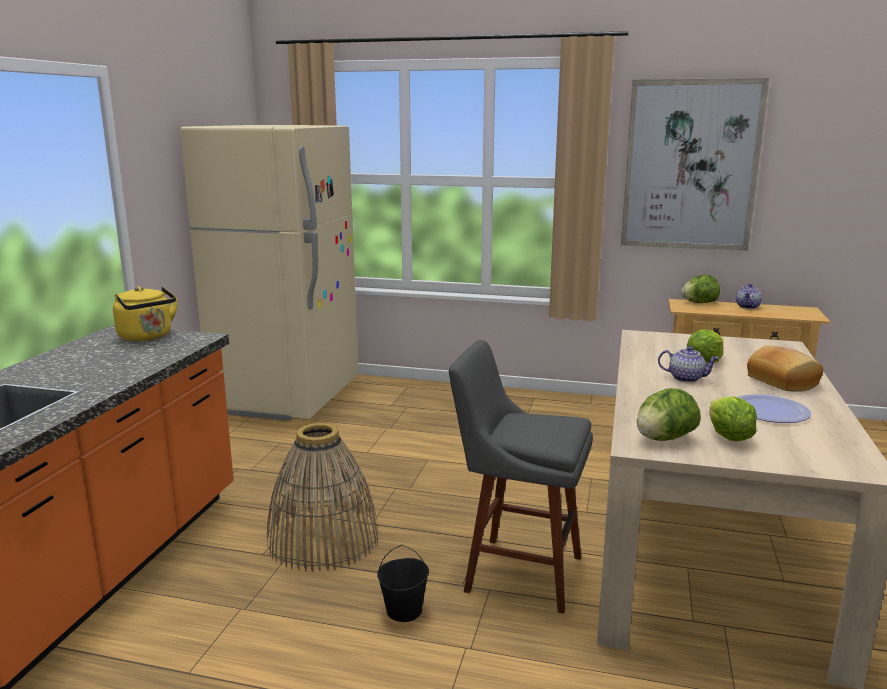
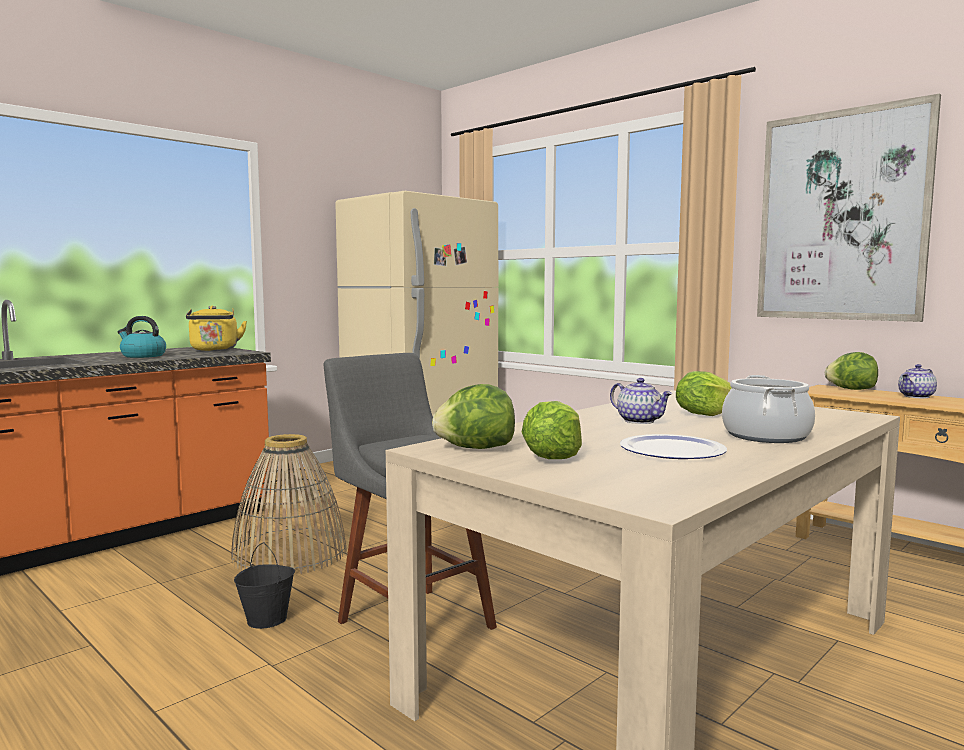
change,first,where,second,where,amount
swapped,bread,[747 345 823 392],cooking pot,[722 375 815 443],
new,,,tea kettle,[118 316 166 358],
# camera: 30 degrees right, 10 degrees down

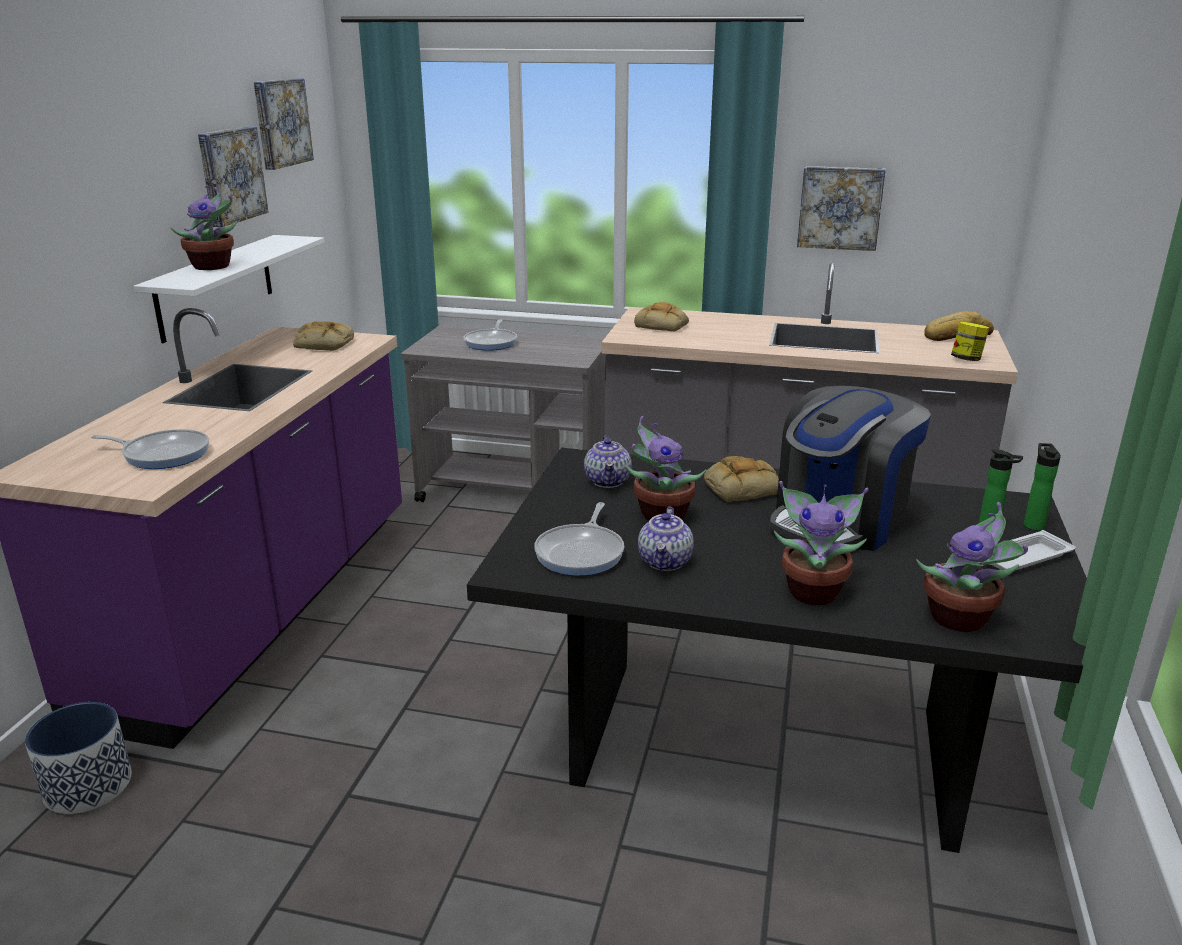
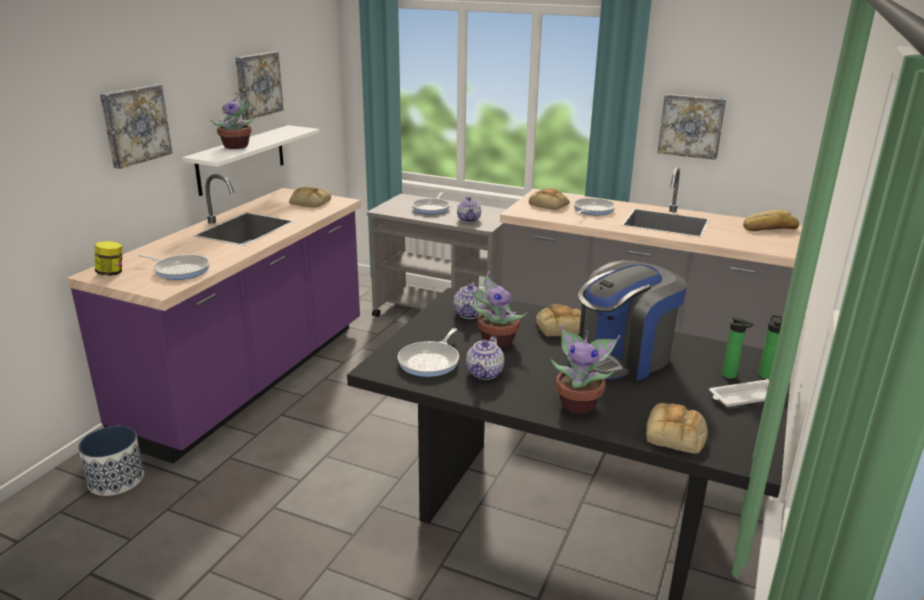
change,first,where,second,where,amount
shifted,wall art,[254 78 314 170],,[100 84 172 169],
shifted,preserve jar,[951 322 989 361],,[95 241 122 276],
swapped,potted plant,[916 502 1028 632],bread,[646 403 708 454],
new,,,pot for tea,[457 197 481 222],
new,,,pan,[573 198 616 215],
# camera: 10 degrees right, 0 degrees up

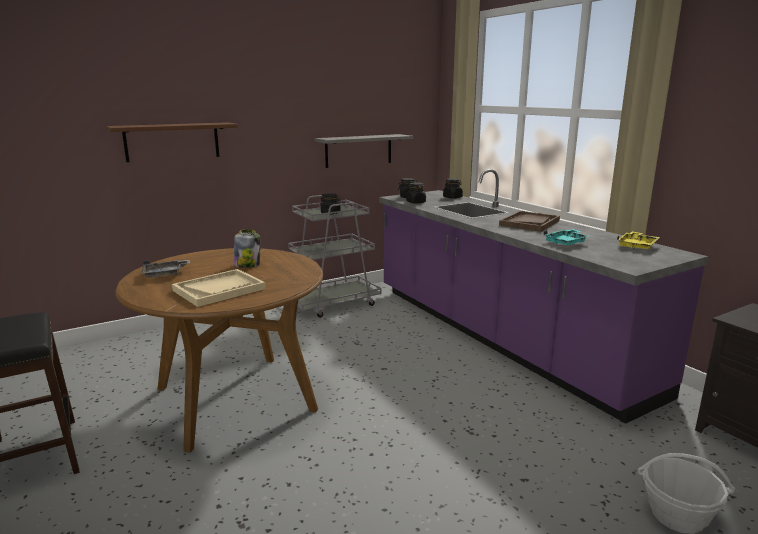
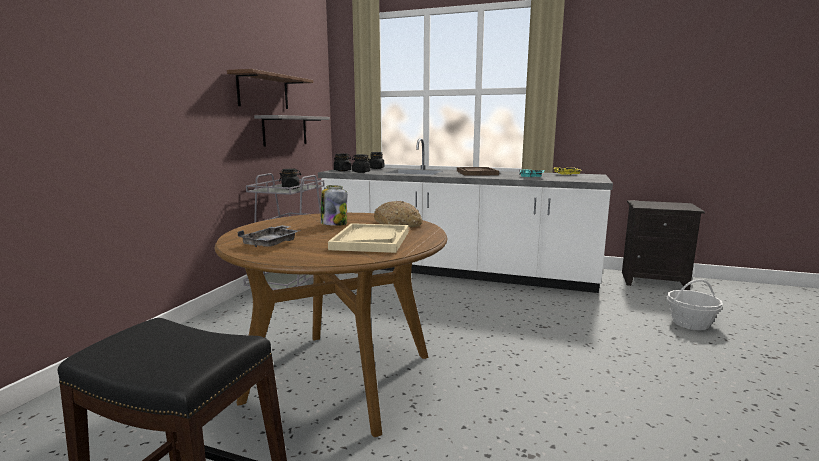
change,first,where,second,where,amount
shifted,wall shelf in brown,[106 122 238 162],,[227 69 313 109],
repainted,kitchen counter in purple,[379 169 708 424],kitchen counter in whitish,[318 138 613 293],
new,,,bread,[374 201 423 227],
# camera: 40 degrees left, 5 degrees down

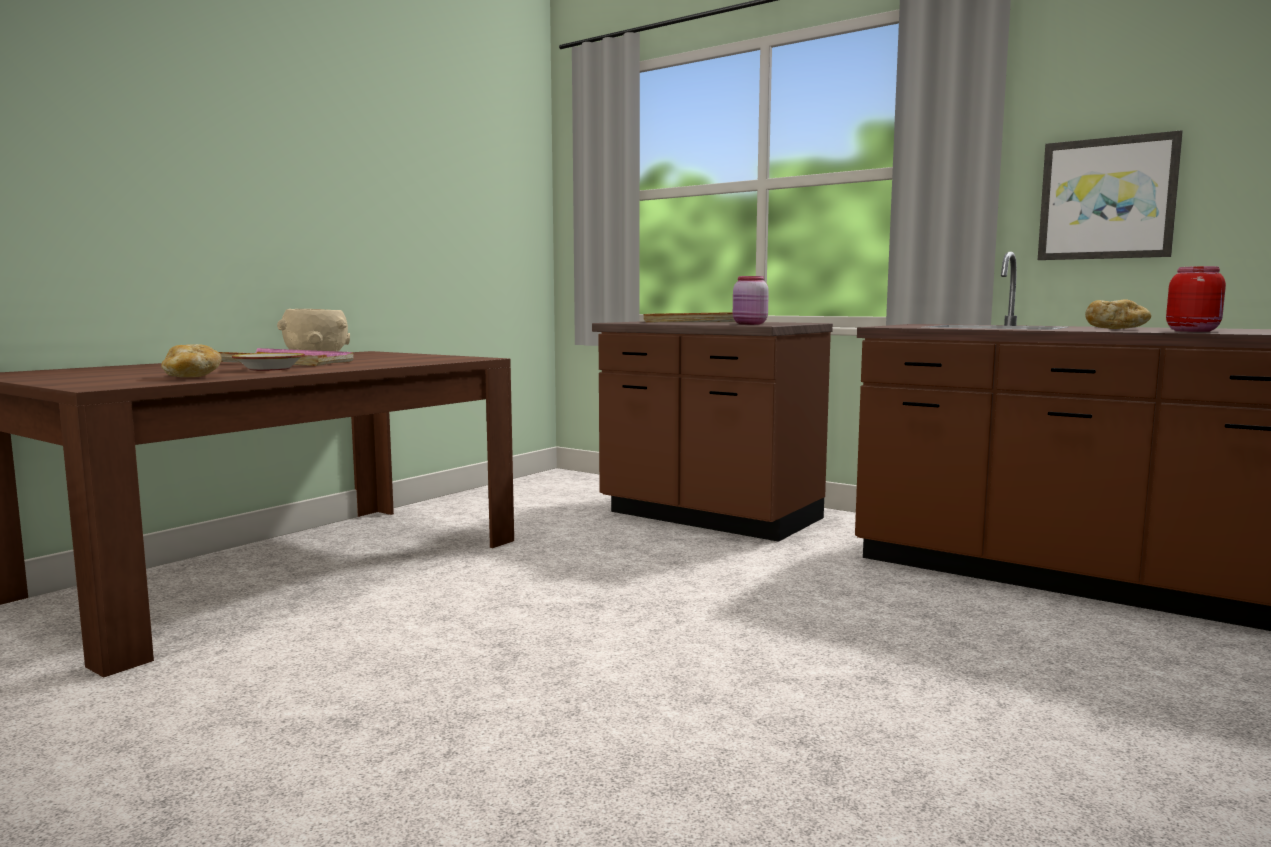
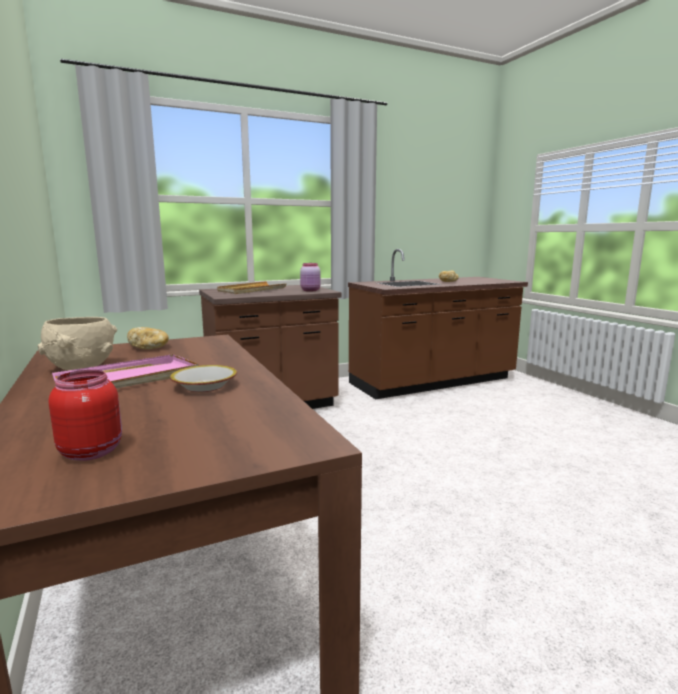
change,first,where,second,where,amount
gone,wall art,[1038 130 1183 260],,,
shifted,preserve jar in reddish,[1166 266 1226 332],,[48 370 122 461],
shifted,bread,[161 344 222 377],,[127 327 169 349],
# camera: 60 degrees left, 5 degrees up

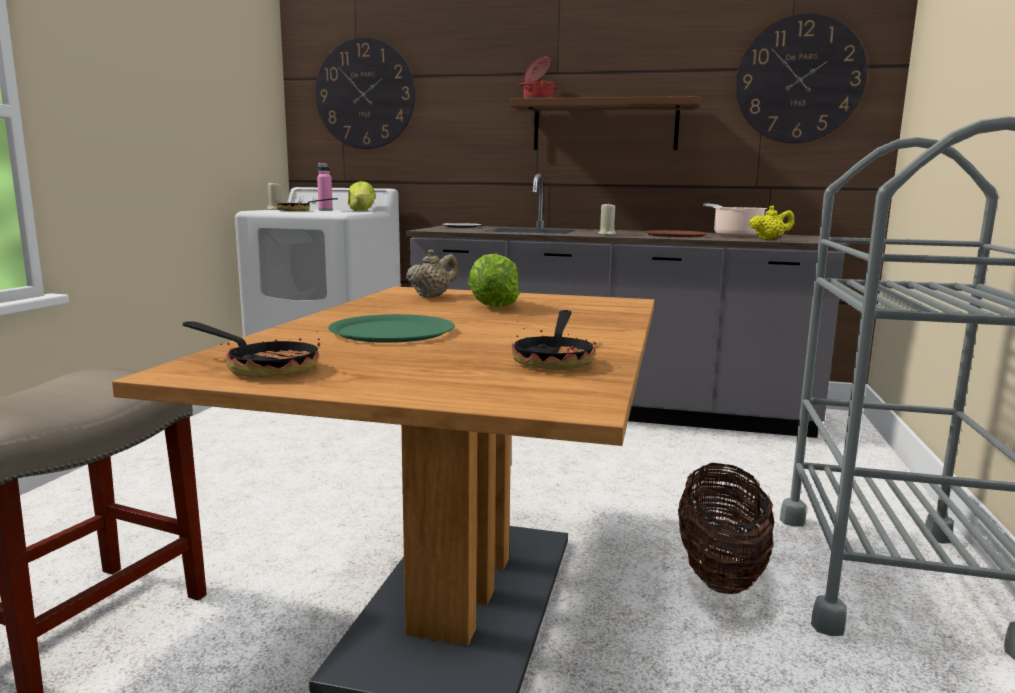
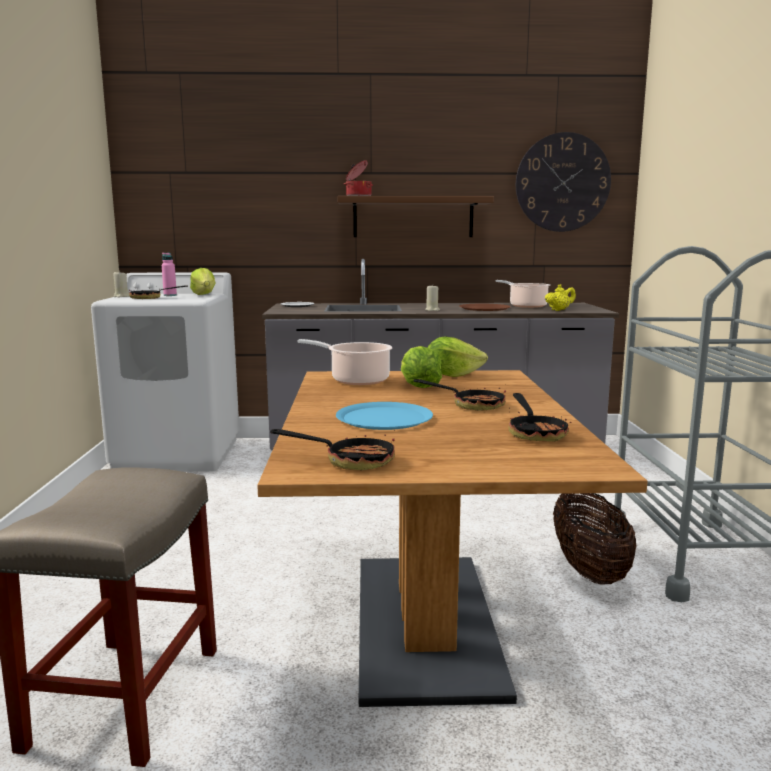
change,first,where,second,where,amount
gone,hanging clock,[315 37 415 149],,,
swapped,pot for tea in beige-coloured,[406 249 458 298],cooking pot,[297 339 392 385],
repainted,dinner plate in green-coloured,[328 314 455 343],dinner plate in blue-coloured,[336 402 433 430],
new,,,lettuce,[427 336 488 377],
new,,,pan,[413 379 506 410],
# camera: 15 degrees left, 0 degrees up

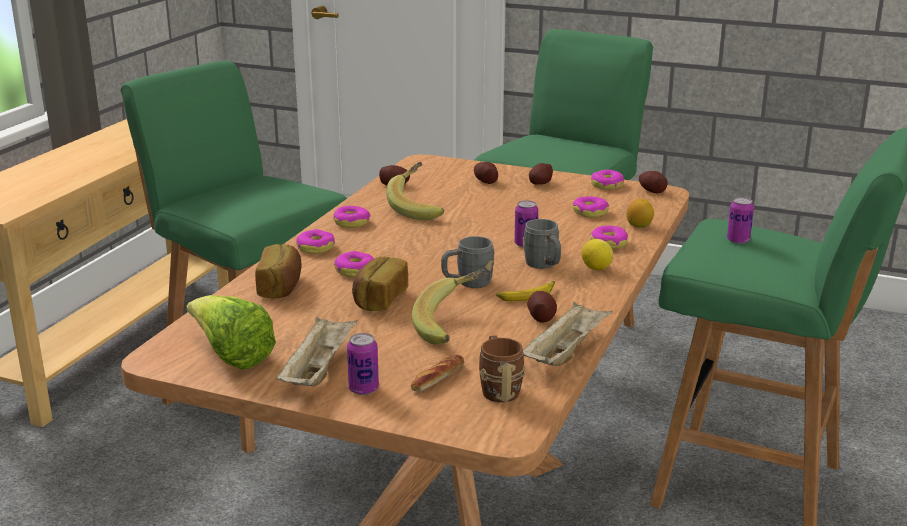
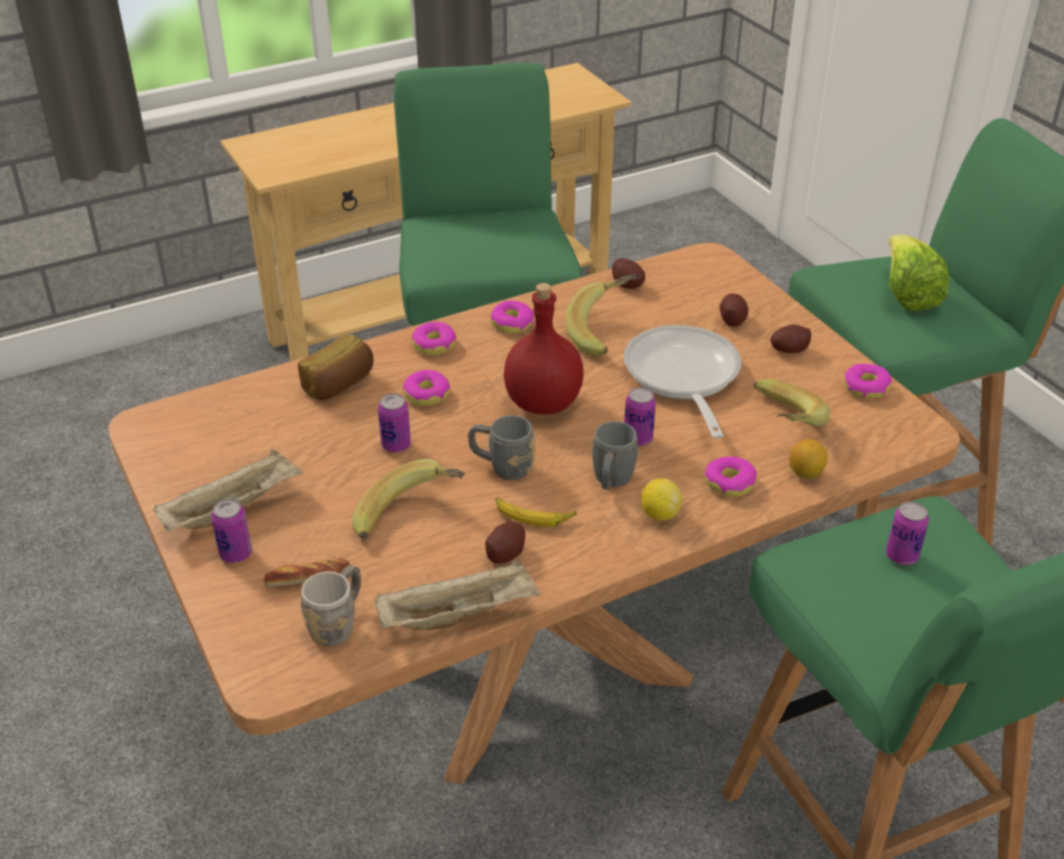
change,first,where,second,where,amount
gone,spud,[639 171 667 193],,,
swapped,doughnut,[572 196 609 218],banana,[754 379 830 426],
swapped,bread,[352 257 408 311],sealed can,[378 394 411 453],
shifted,lettuce,[186 295 276 370],,[888 235 949 311],
repainted,mug in brown,[479 335 525 403],mug in greyish,[301 565 361 646],
new,,,drink bottle in reddish,[504 283 584 414],
new,,,pan,[624 325 741 439],
# camera: 40 degrees right, 15 degrees up

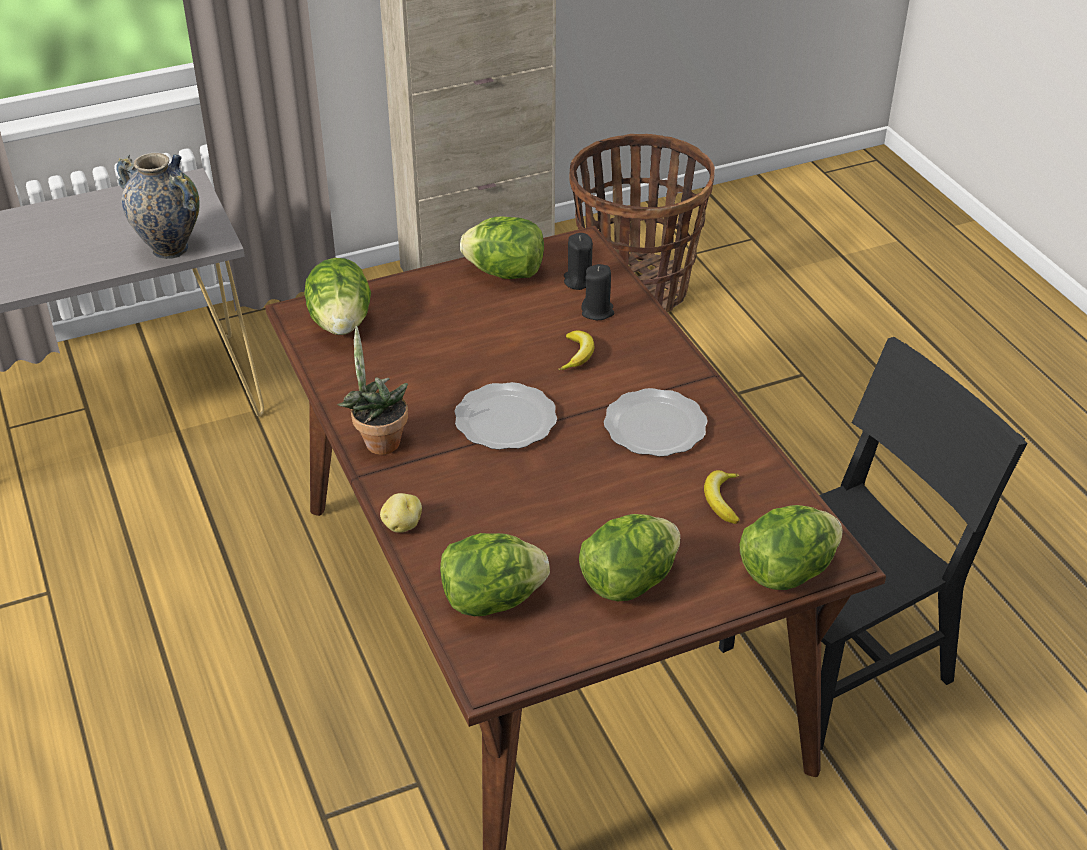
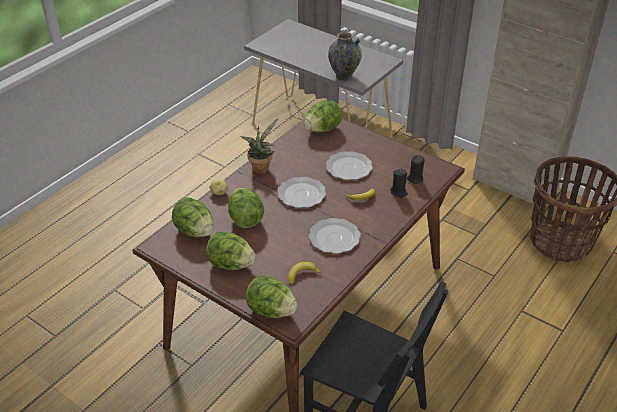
change,first,where,second,where,amount
shifted,lettuce,[460 217 544 279],,[228 188 264 228],
new,,,dinner plate,[326 151 373 180],
# camera: 60 degrees right, 0 degrees up

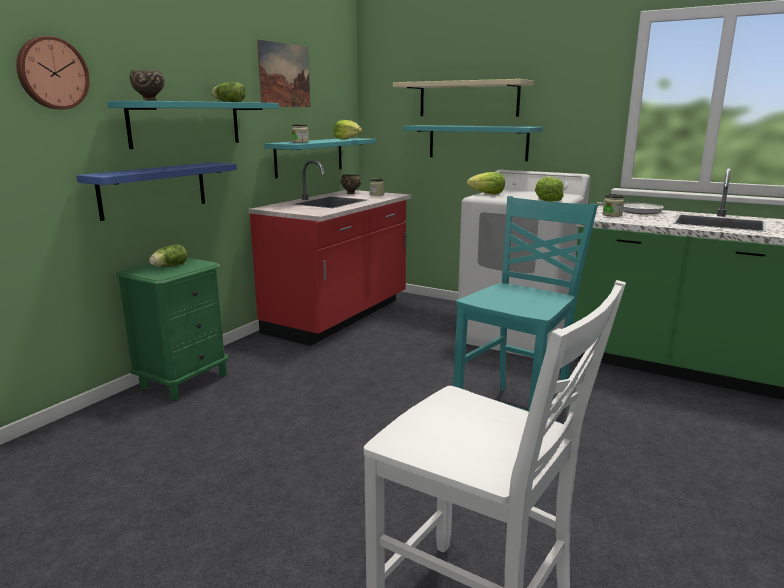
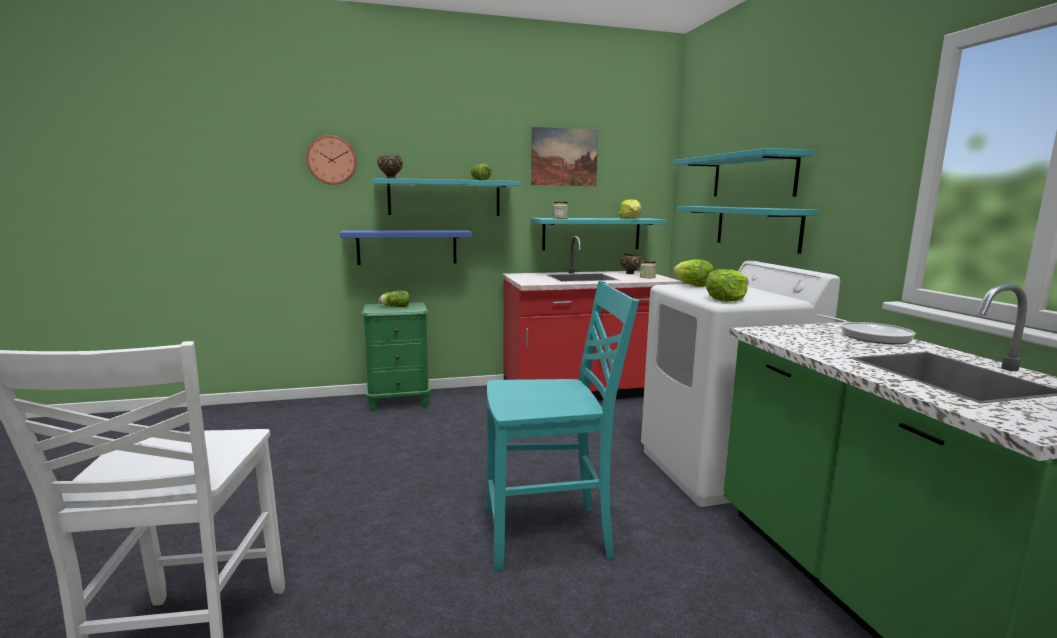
change,first,where,second,where,amount
repainted,wall shelf in beige-coloured,[393 79 534 117],wall shelf in blue-green,[674 148 814 197],
gone,preserve jar,[603 194 624 217],,,
# camera: 45 degrees right, 5 degrees down

